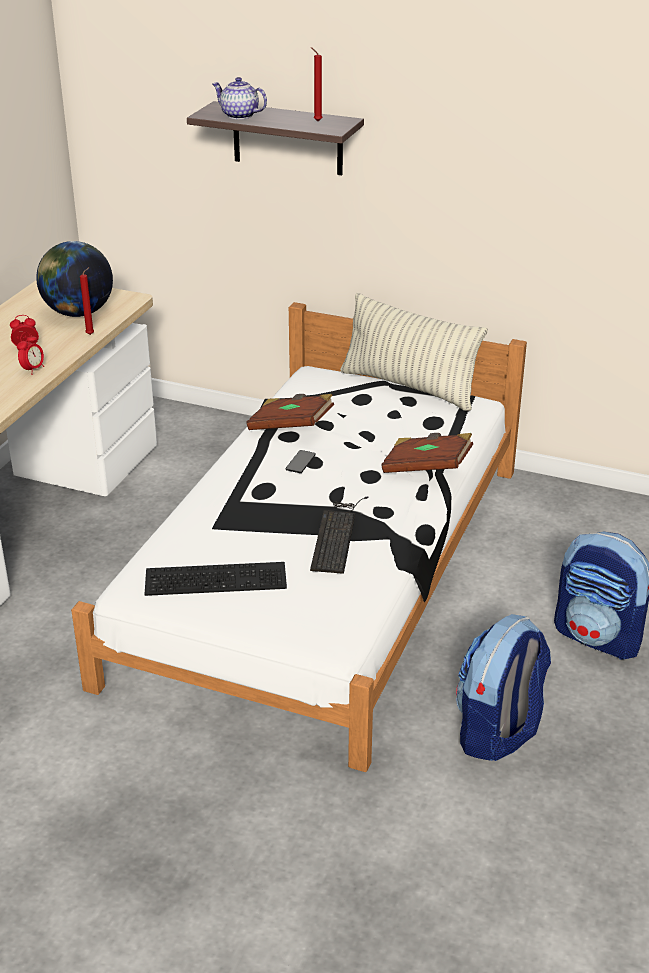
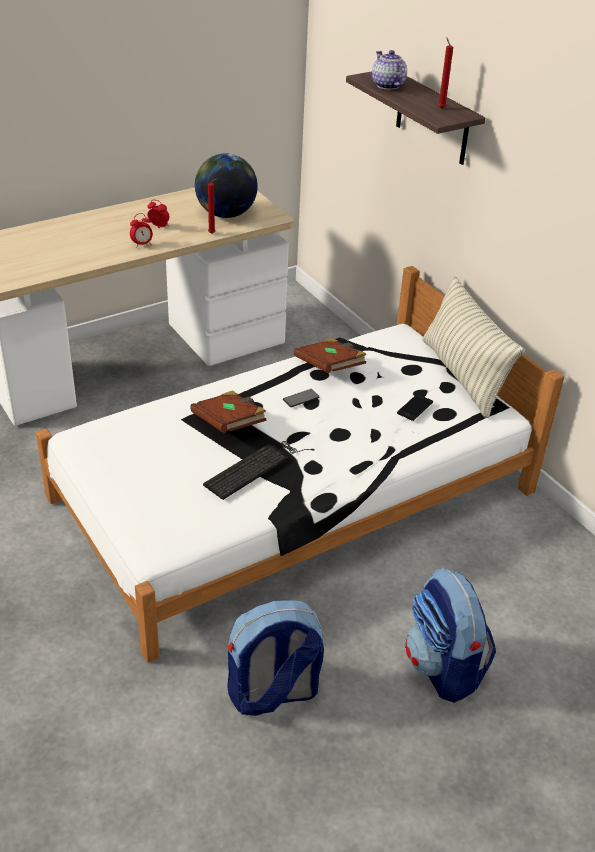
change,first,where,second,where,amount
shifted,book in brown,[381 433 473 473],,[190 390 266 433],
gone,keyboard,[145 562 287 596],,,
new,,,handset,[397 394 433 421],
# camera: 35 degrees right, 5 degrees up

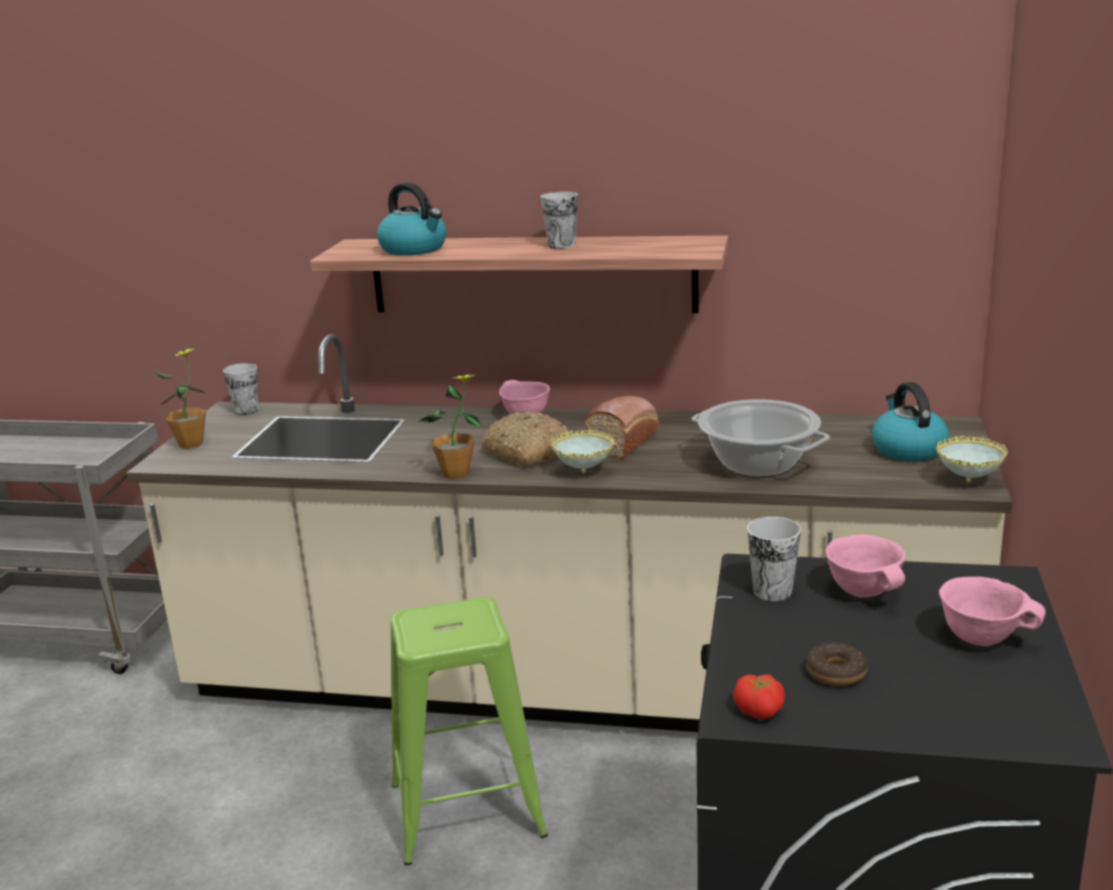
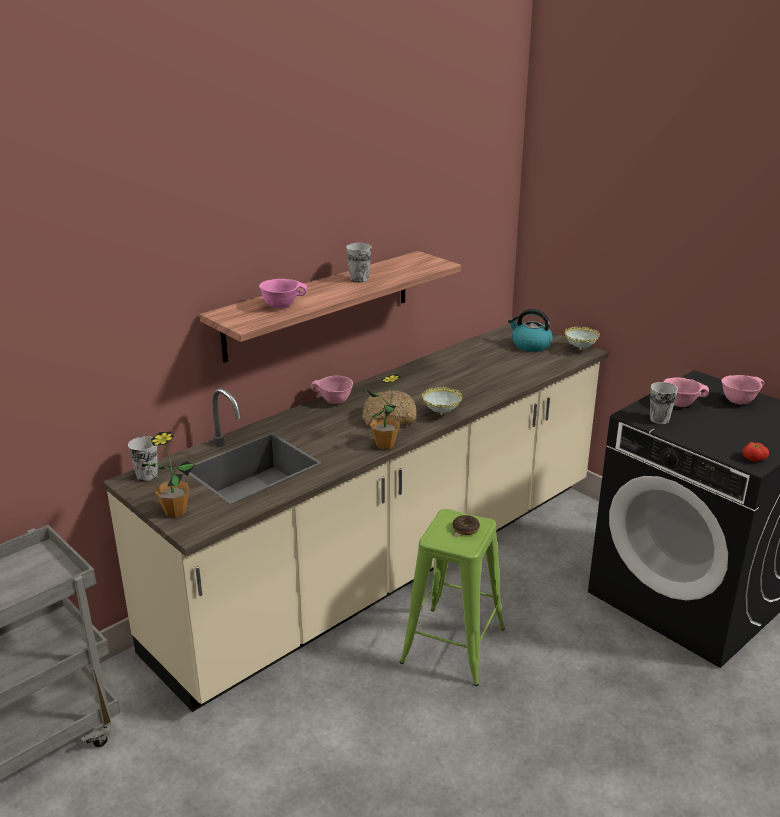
change,first,where,second,where,amount
swapped,tea kettle,[377 182 447 256],serving bowl in pink,[259 279 307 309],
gone,bread,[585 396 659 459],,,
gone,cooking pot,[692 399 830 477],,,
shifted,doughnut,[806 642 868 686],,[453 515 480 535],
# camera: 55 degrees left, 5 degrees up

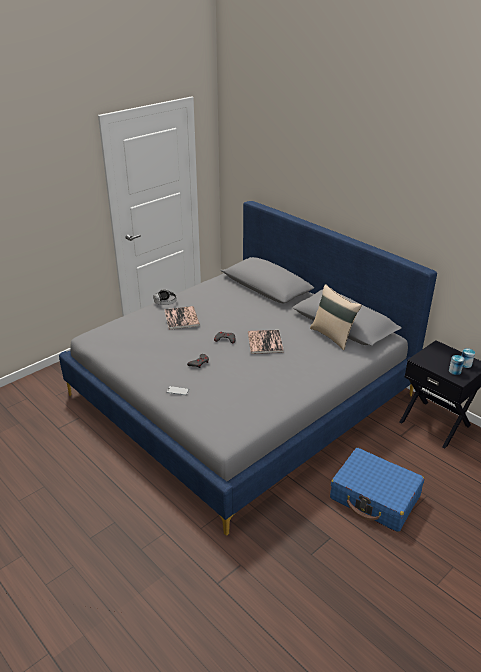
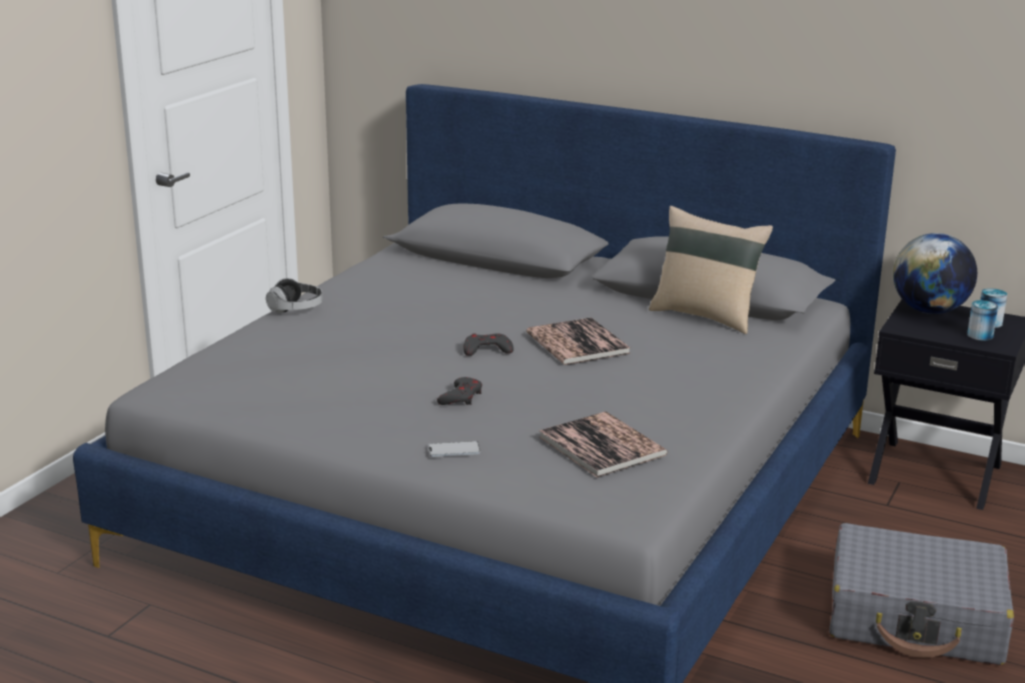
change,first,where,second,where,amount
shifted,book,[164 306 200 330],,[539 412 668 477],
repainted,piece of luggage in blue-coloured,[330 448 424 532],piece of luggage in greyish,[829 523 1014 665],
new,,,globe,[893 233 977 314],
# camera: 20 degrees left, 10 degrees down

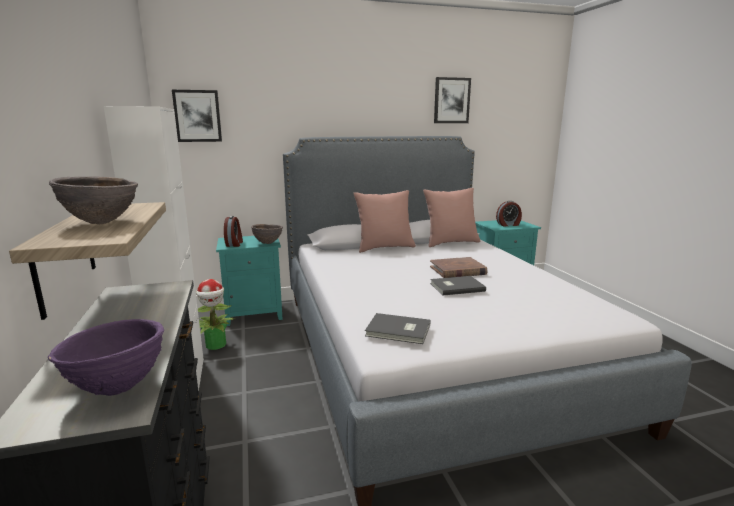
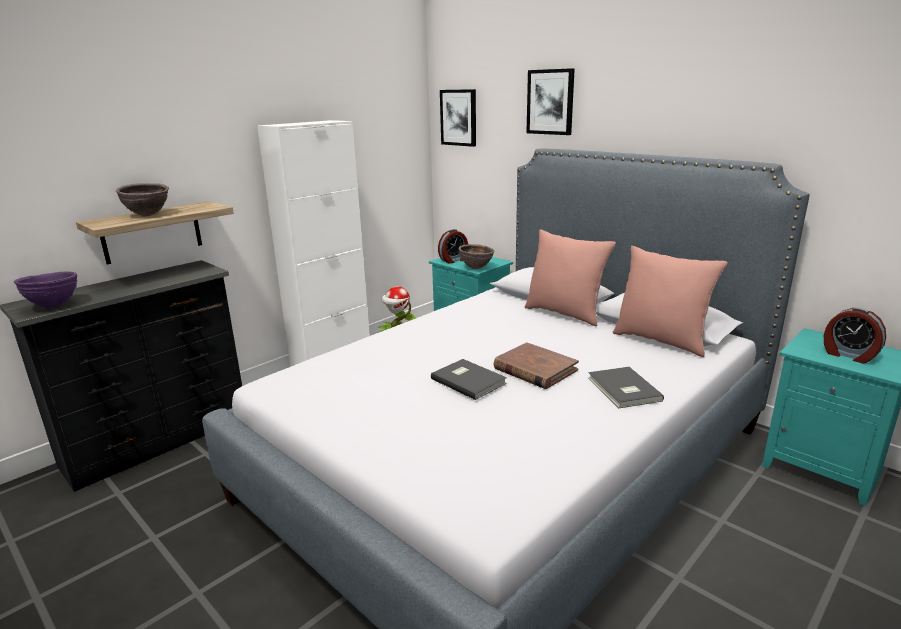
change,first,where,second,where,amount
shifted,wall art,[434 77 471 123],,[526 68 575 135],
shifted,book in greyish,[365 313 430 344],,[588 367 664 408],
# camera: 60 degrees right, 5 degrees up

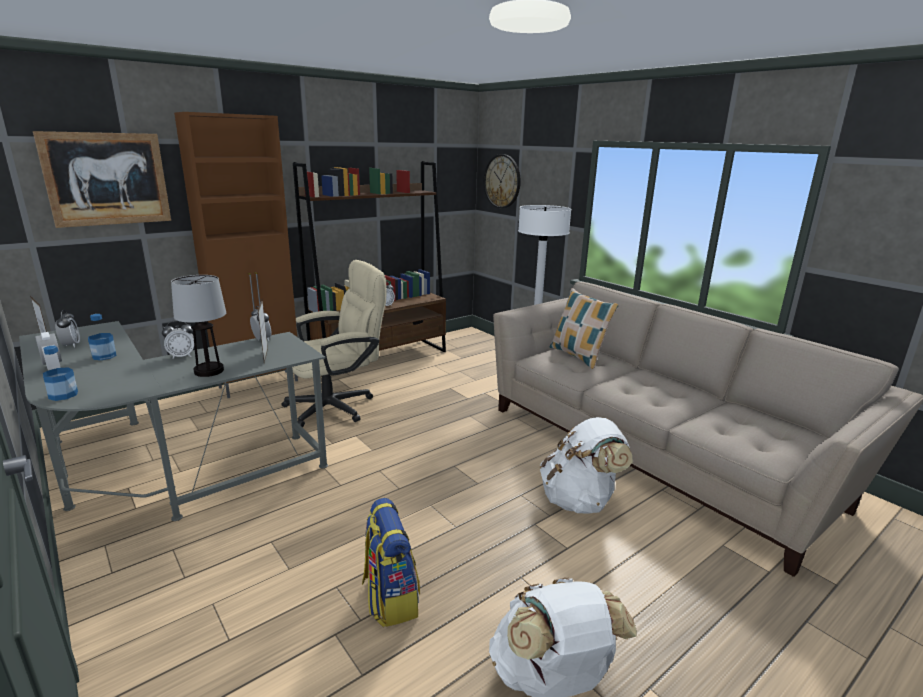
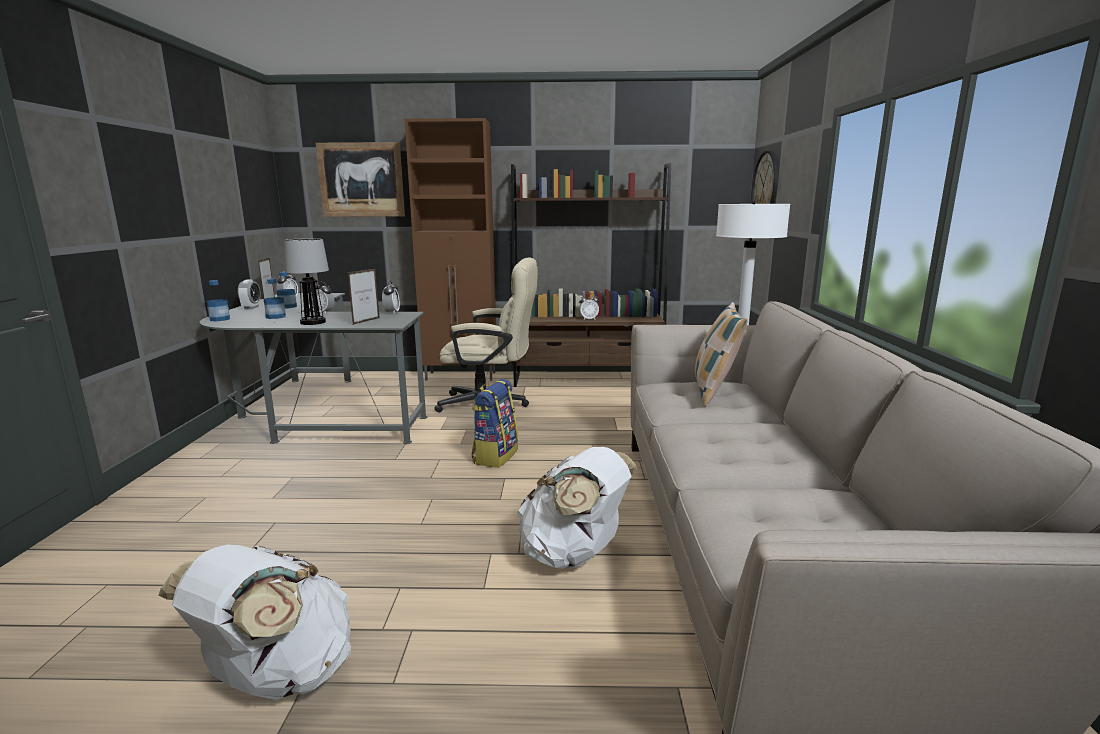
change,first,where,second,where,amount
shifted,knapsack,[362 498 420 627],,[471 379 518 468],
new,,,drink bottle,[264 278 286 319],
# camera: 40 degrees right, 5 degrees down

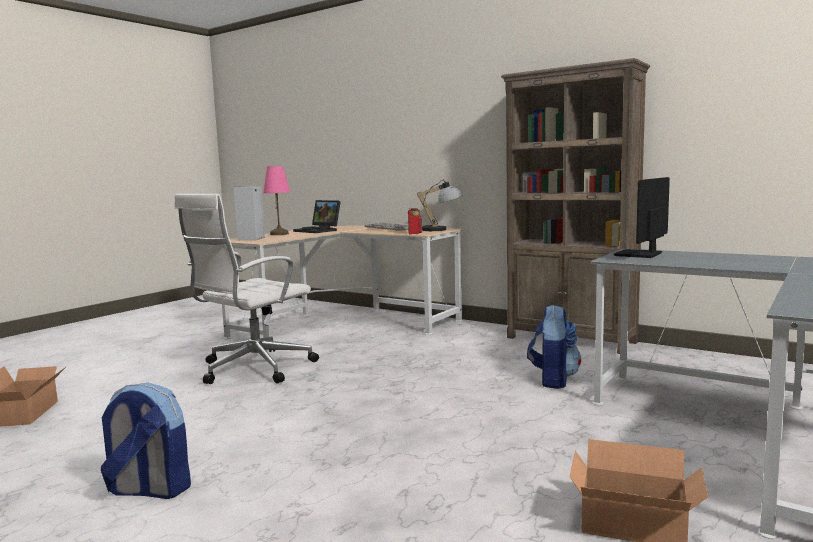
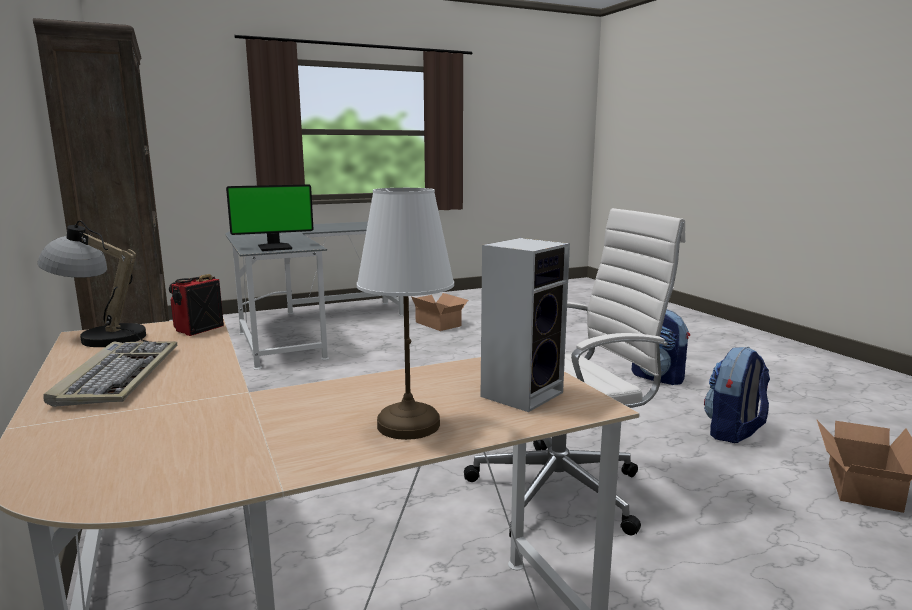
change,first,where,second,where,amount
repainted,lamp for a table in pink,[263 166 290 235],lamp for a table in whitish,[357 188 454 440],
gone,laptop,[293 200 341 233],,,
shifted,knapsack,[527 305 581 389],,[704 347 770 443],
# camera: 150 degrees left, 5 degrees up

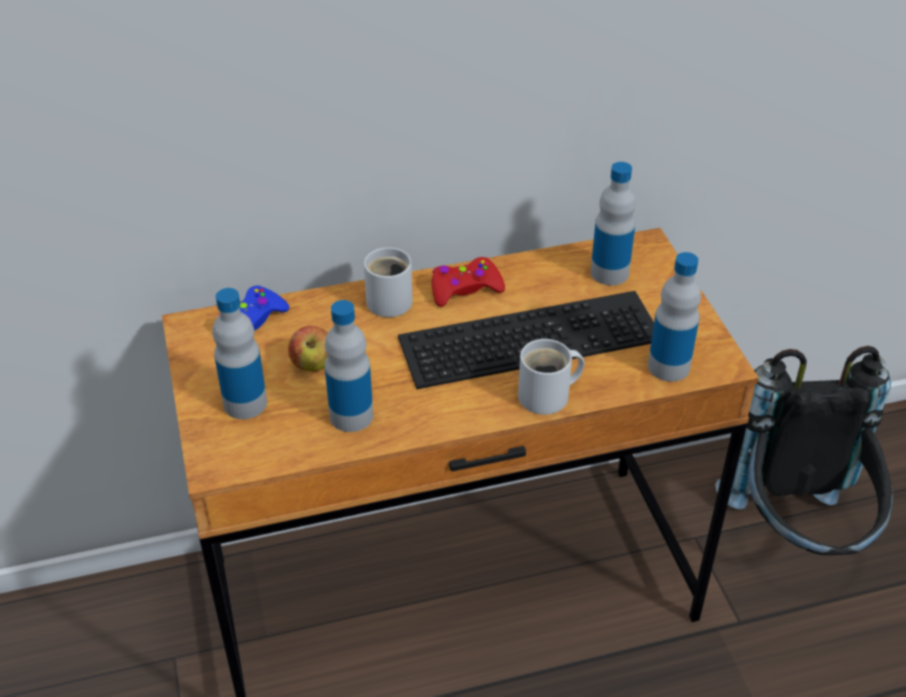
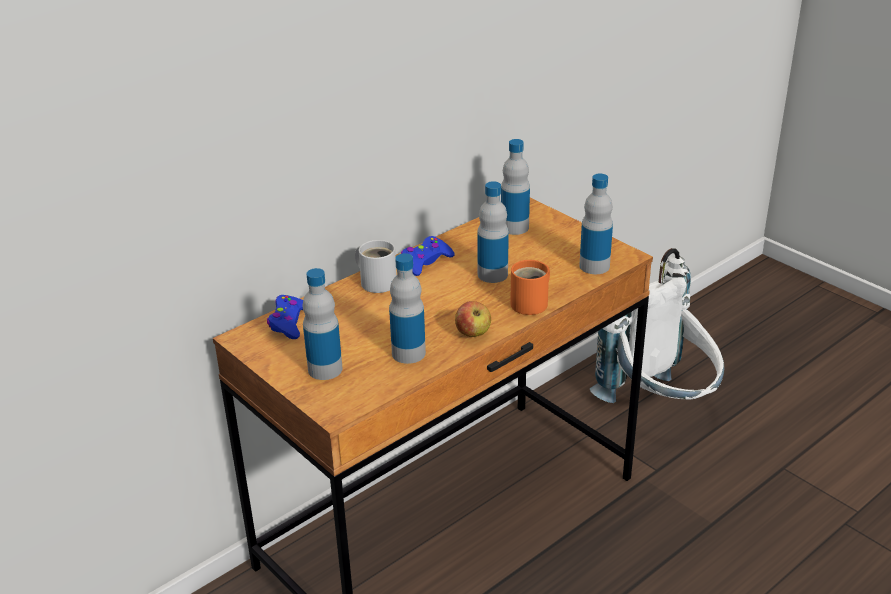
change,first,where,second,where,amount
repainted,gamepad in reddish,[432 257 505 307],gamepad in blue-coloured,[401 236 455 276],
swapped,keyboard,[398 291 654 389],drink bottle,[477 181 509 283],
shifted,apple,[288 326 328 371],,[455 301 491 337],
repainted,mug in whitish,[518 339 585 415],mug in orangey,[510 260 550 315],
repainted,knapsack in black,[715 346 893 555],knapsack in whitish,[590 248 724 403],
# camera: 25 degrees left, 10 degrees down

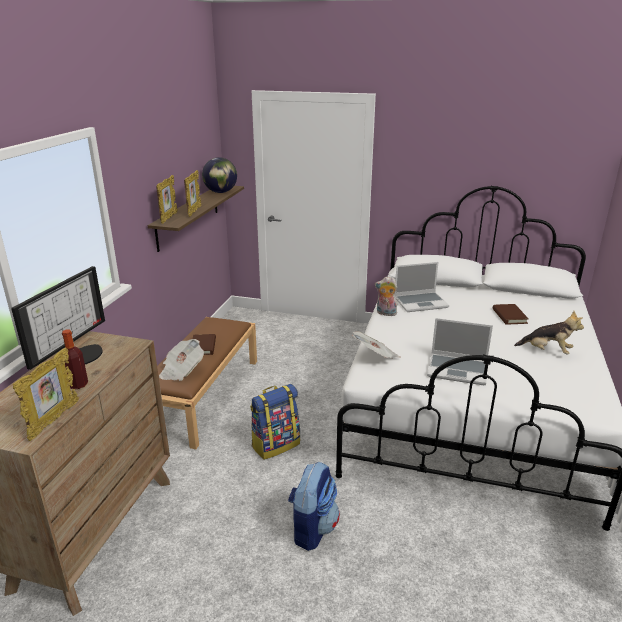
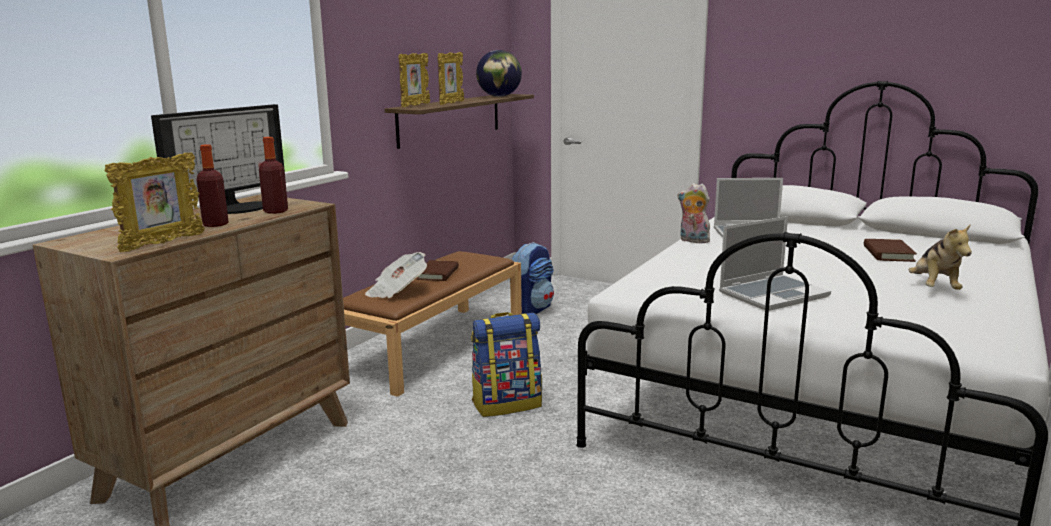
change,first,where,second,where,amount
rotated,soft toy,[514 311 584 354],,[909 224 972 290],60 degrees clockwise
rotated,laptop,[427 318 493 385],,[719 216 831 311],60 degrees counterclockwise
gone,printed paper,[352 332 401 359],,,
shifted,knapsack,[288 461 340 551],,[511 242 554 314],
new,,,drink bottle,[259 137 288 214],
# camera: 15 degrees right, 10 degrees down

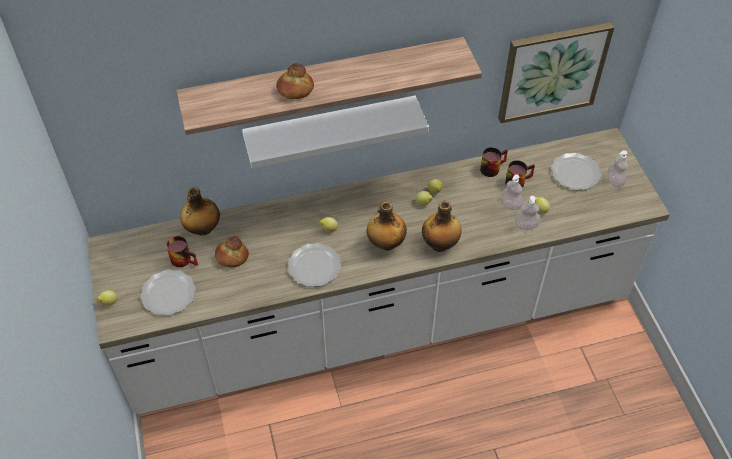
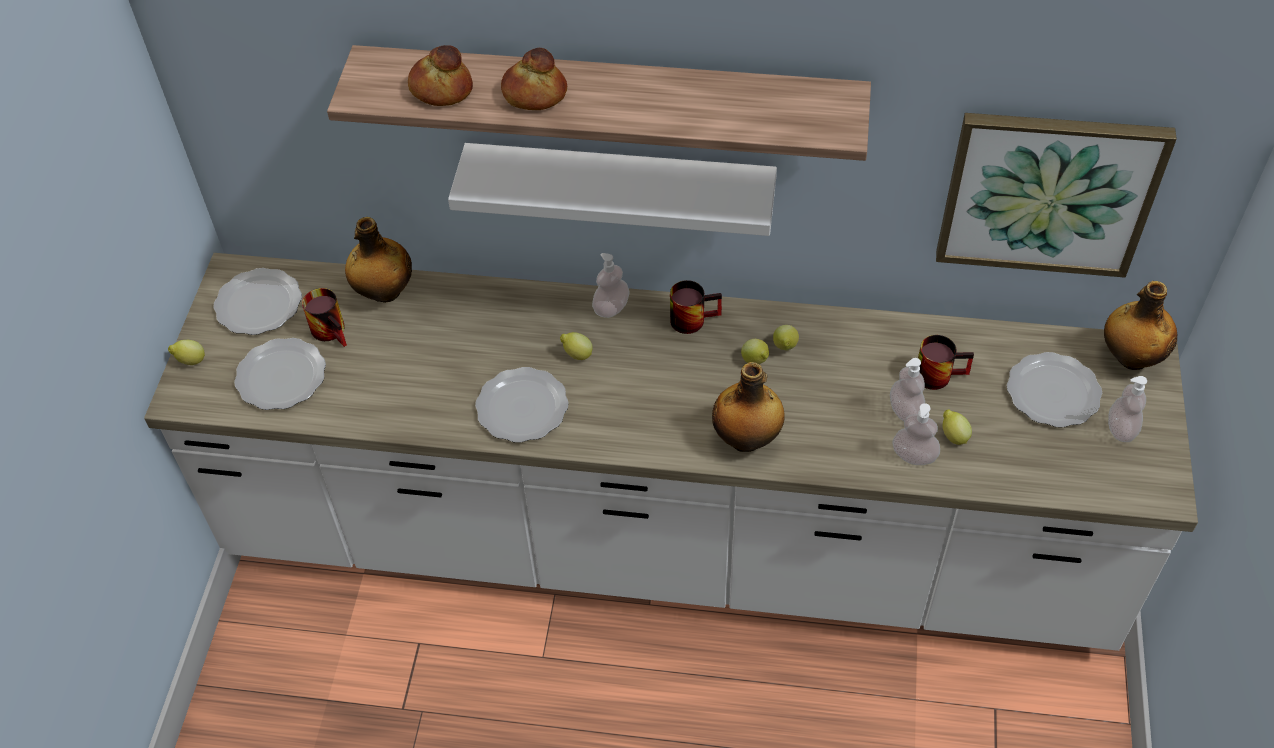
change,first,where,second,where,amount
shifted,mug,[480 147 508 177],,[670 280 722 334],
shifted,drink bottle,[367 201 407 250],,[1104 281 1177 370],
shifted,bread,[215 236 249 268],,[408 45 473 106],
new,,,soap bottle,[592 253 629 318],
new,,,dinner plate,[213 268 302 335],
# camera: 25 degrees right, 0 degrees up

